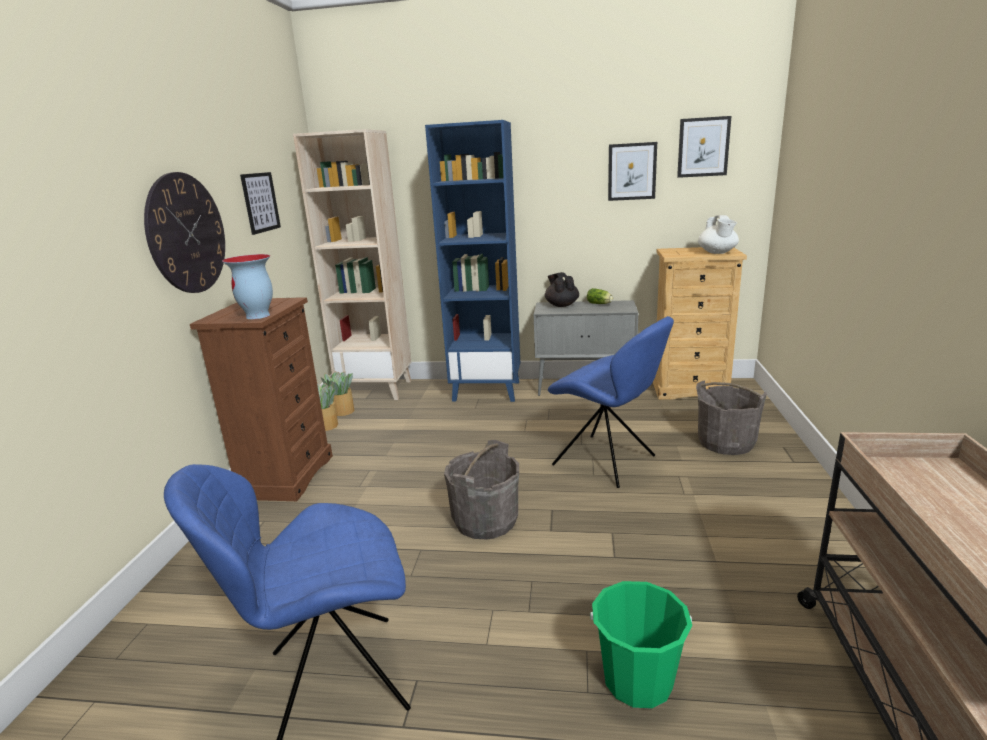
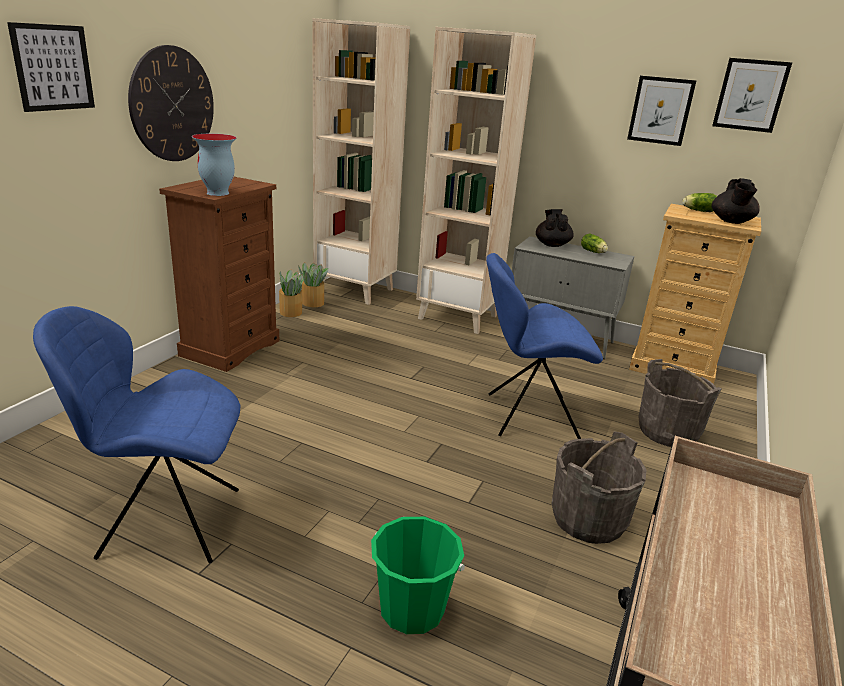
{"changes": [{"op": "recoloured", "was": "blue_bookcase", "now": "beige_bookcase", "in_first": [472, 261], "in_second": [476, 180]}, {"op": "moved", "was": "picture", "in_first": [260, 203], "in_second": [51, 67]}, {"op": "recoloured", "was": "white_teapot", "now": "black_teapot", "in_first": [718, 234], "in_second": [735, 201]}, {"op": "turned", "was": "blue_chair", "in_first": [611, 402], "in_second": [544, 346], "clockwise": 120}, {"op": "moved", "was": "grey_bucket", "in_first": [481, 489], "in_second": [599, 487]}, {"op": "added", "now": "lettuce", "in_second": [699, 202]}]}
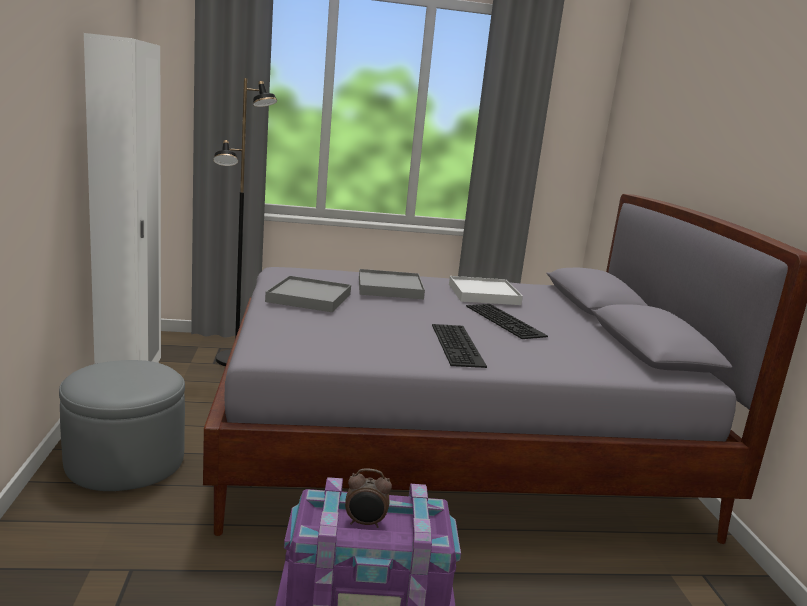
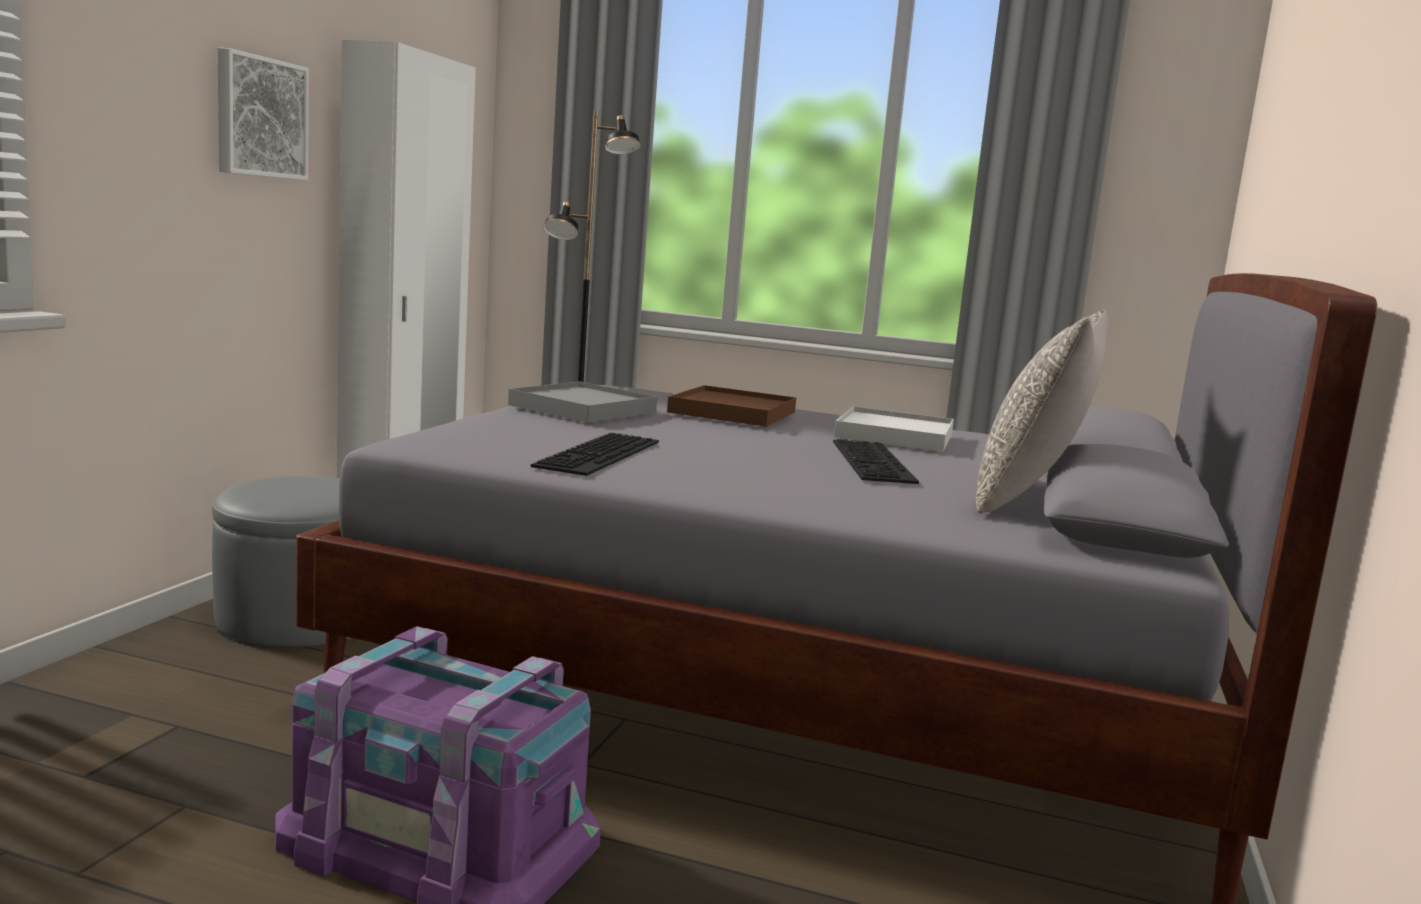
{"changes": [{"op": "recoloured", "was": "grey_tray", "now": "brown_tray", "in_first": [392, 284], "in_second": [731, 406]}, {"op": "moved", "was": "keyboard", "in_first": [459, 346], "in_second": [595, 454]}, {"op": "removed", "was": "alarm_clock", "in_first": [368, 498]}, {"op": "added", "now": "picture", "in_second": [263, 114]}, {"op": "added", "now": "grey_pillow", "in_second": [1042, 411]}]}
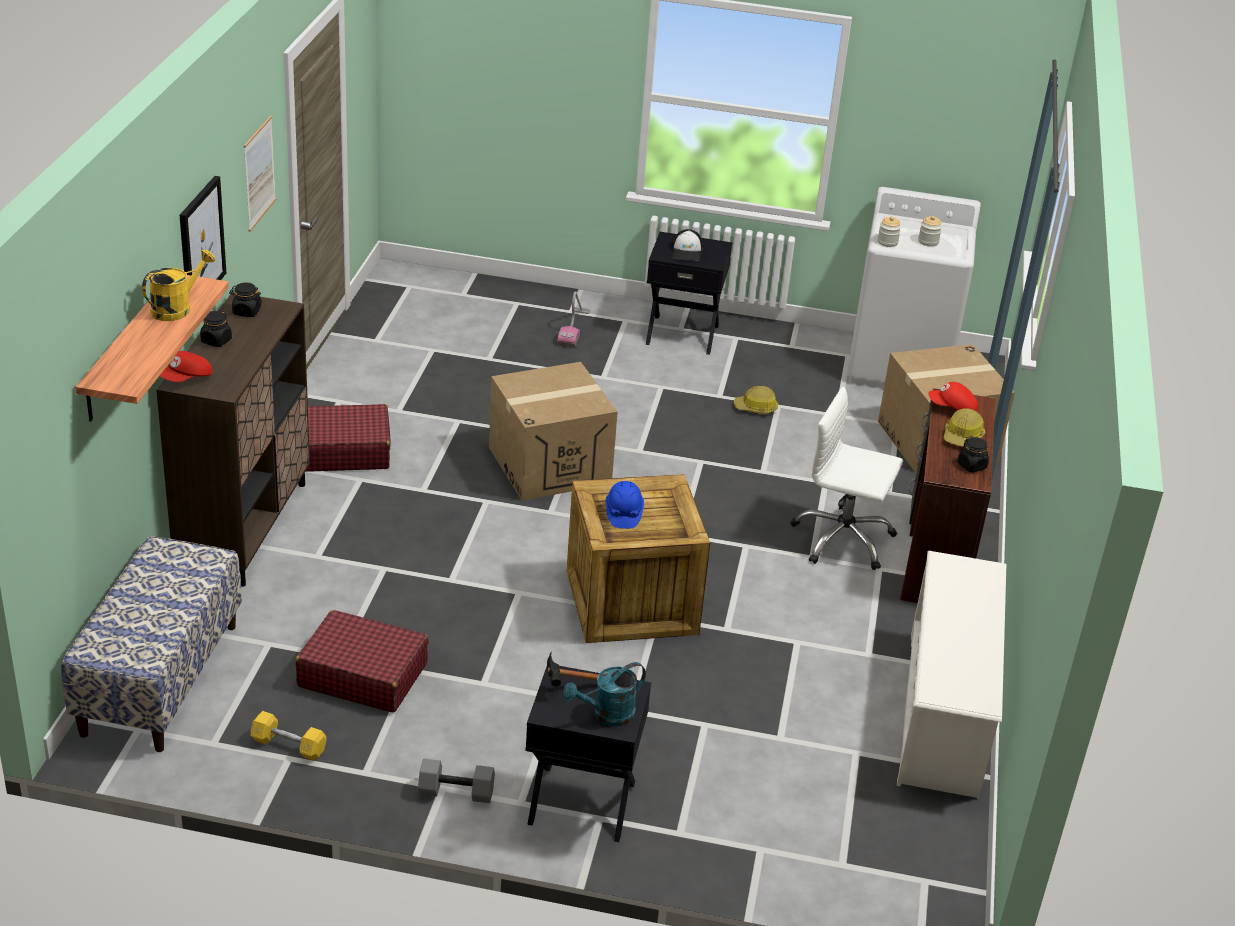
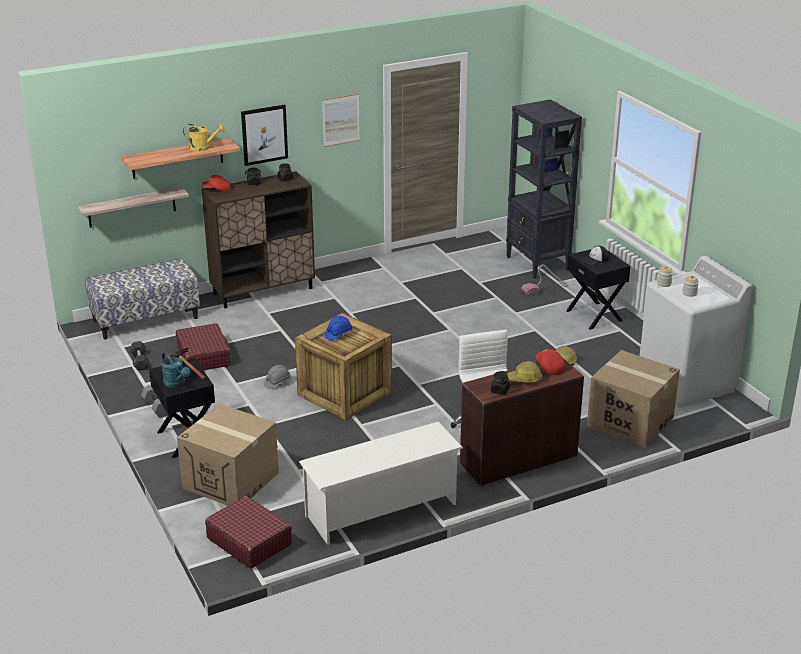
{"changes": [{"op": "moved", "was": "cardboard_box", "in_first": [553, 431], "in_second": [228, 454]}, {"op": "moved", "was": "red_suitcase", "in_first": [347, 438], "in_second": [248, 532]}, {"op": "turned", "was": "turquoise_watering_can", "in_first": [604, 694], "in_second": [175, 370], "clockwise": -150}, {"op": "recoloured", "was": "yellow_dumbbell", "now": "black_dumbbell", "in_first": [289, 736], "in_second": [139, 356]}, {"op": "added", "now": "black_bookcase", "in_second": [544, 189]}, {"op": "added", "now": "shelf", "in_second": [133, 207]}, {"op": "added", "now": "grey_hard_hat", "in_second": [277, 377]}]}
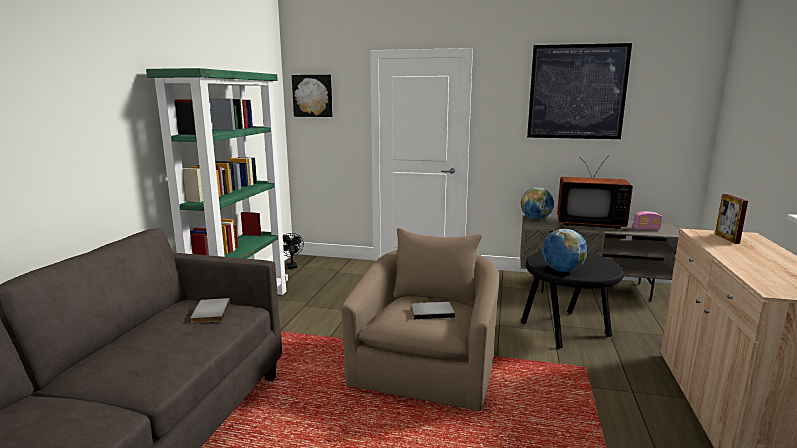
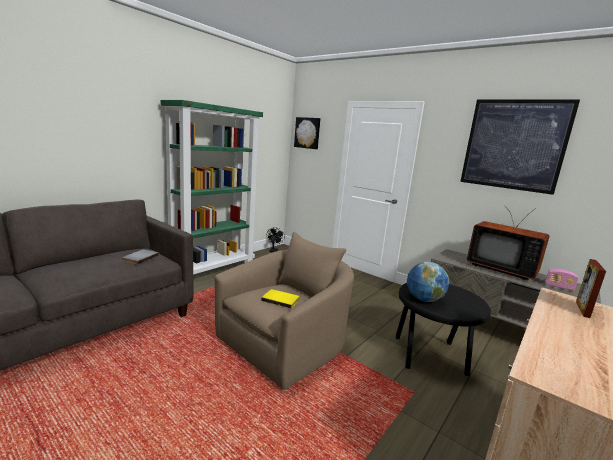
{"changes": [{"op": "removed", "was": "globe", "in_first": [537, 203]}, {"op": "recoloured", "was": "grey_book", "now": "yellow_book", "in_first": [433, 310], "in_second": [280, 299]}]}
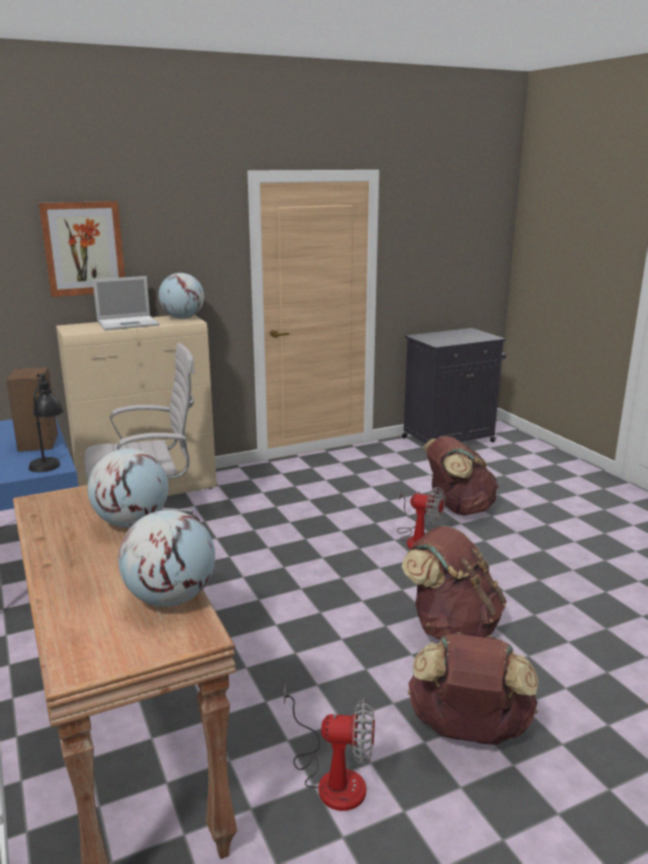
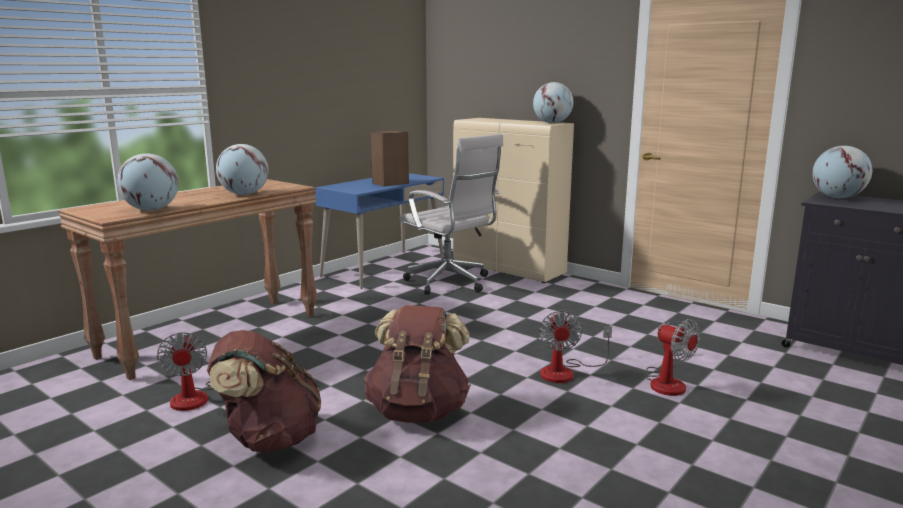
{"changes": [{"op": "removed", "was": "picture", "in_first": [82, 249]}, {"op": "removed", "was": "laptop", "in_first": [126, 303]}, {"op": "removed", "was": "black_table_lamp", "in_first": [46, 422]}, {"op": "replaced", "was": "brown_backpack", "now": "fan", "in_first": [461, 476], "in_second": [673, 357]}, {"op": "added", "now": "globe", "in_second": [842, 172]}]}
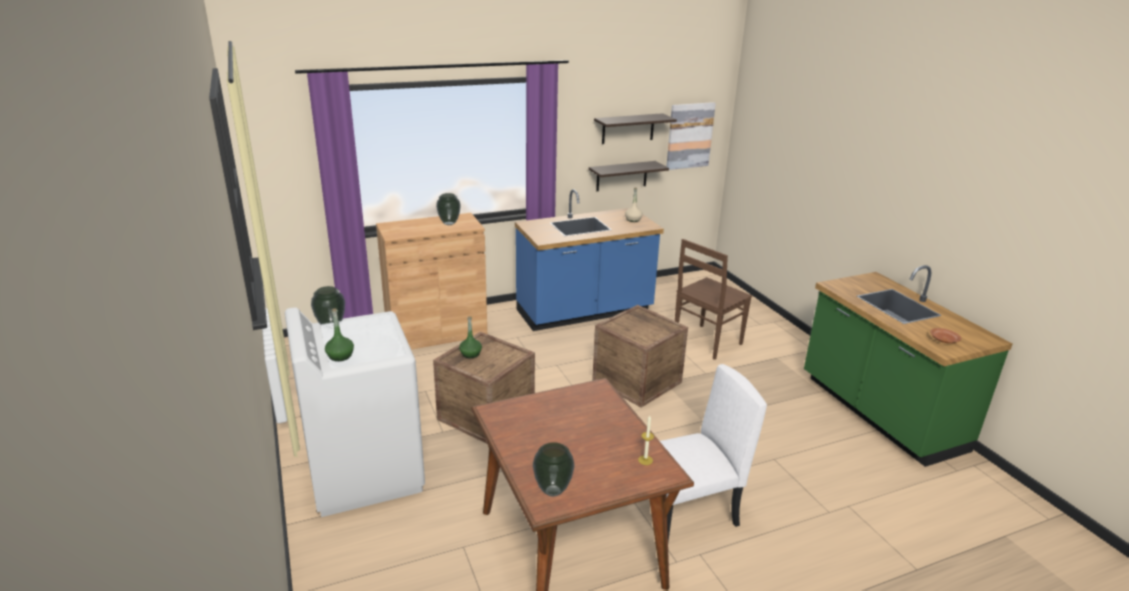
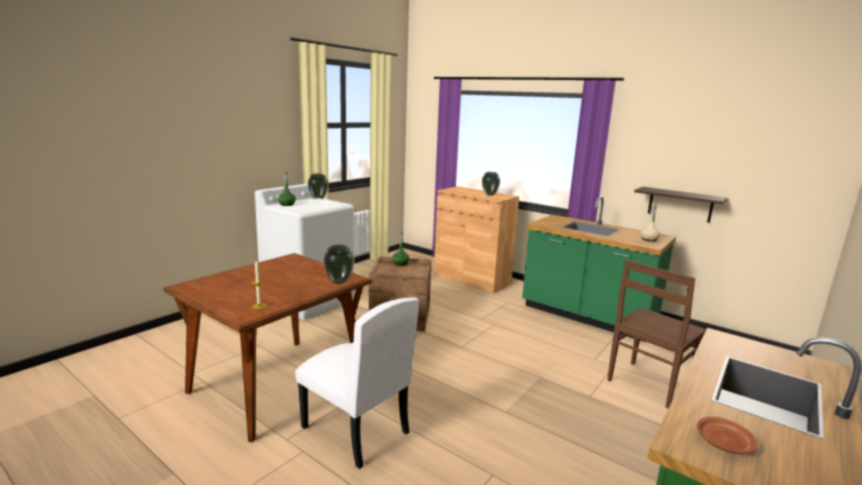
{"changes": [{"op": "removed", "was": "picture", "in_first": [691, 136]}, {"op": "removed", "was": "shelf", "in_first": [635, 128]}, {"op": "recoloured", "was": "blue_counter", "now": "green_counter", "in_first": [589, 260], "in_second": [599, 269]}, {"op": "turned", "was": "brown_chair", "in_first": [713, 299], "in_second": [656, 334], "clockwise": -60}, {"op": "removed", "was": "crate", "in_first": [640, 356]}, {"op": "moved", "was": "vase", "in_first": [554, 469], "in_second": [339, 264]}]}
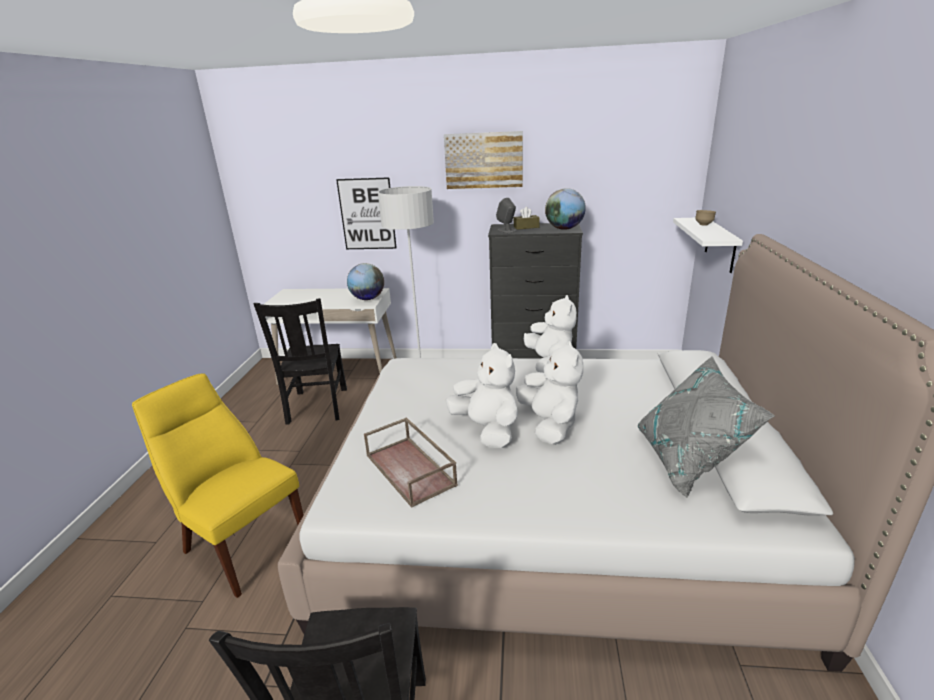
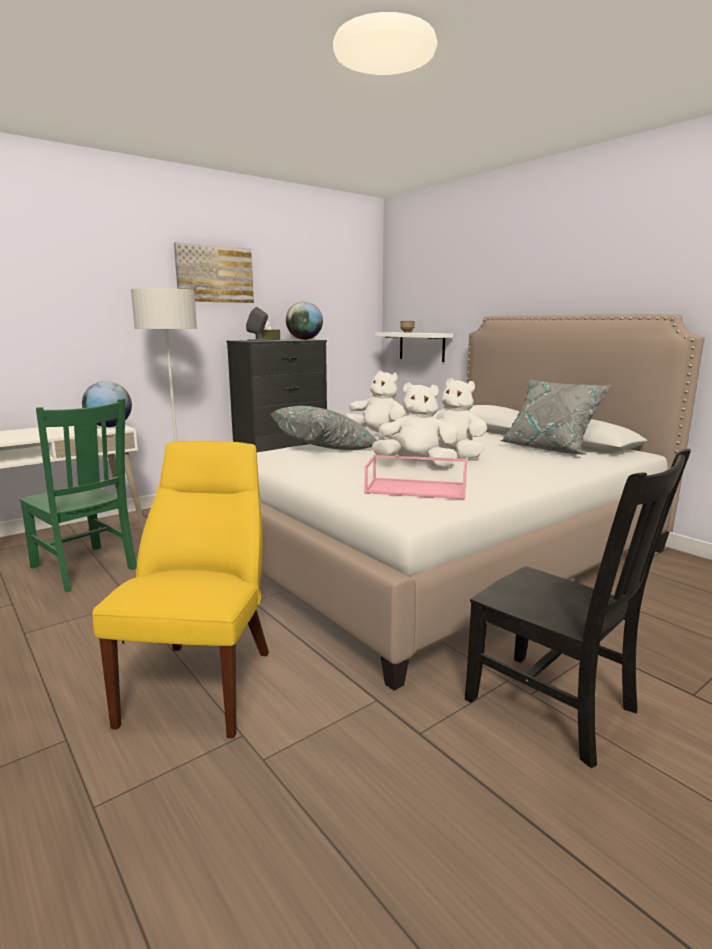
{"changes": [{"op": "removed", "was": "picture", "in_first": [366, 213]}, {"op": "recoloured", "was": "black_chair", "now": "green_chair", "in_first": [300, 361], "in_second": [78, 495]}, {"op": "turned", "was": "yellow_chair", "in_first": [217, 486], "in_second": [180, 589], "clockwise": 105}, {"op": "recoloured", "was": "brown_tray", "now": "pink_tray", "in_first": [411, 463], "in_second": [416, 477]}, {"op": "added", "now": "grey_pillow", "in_second": [324, 428]}]}
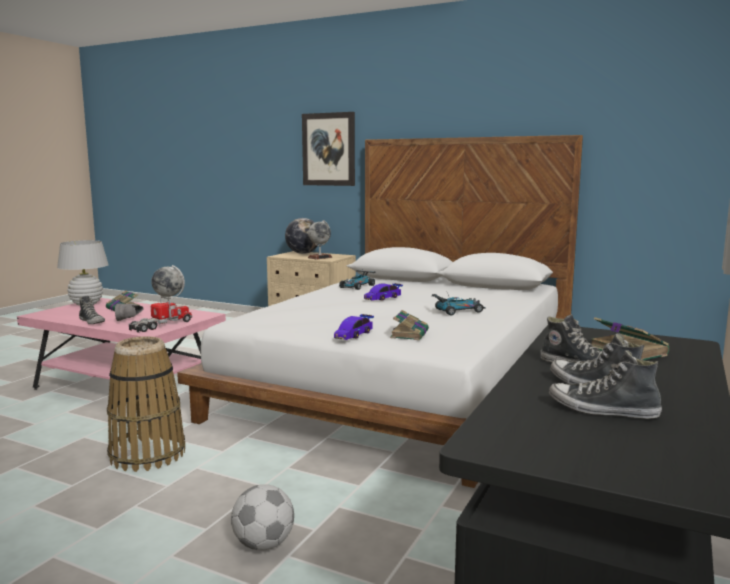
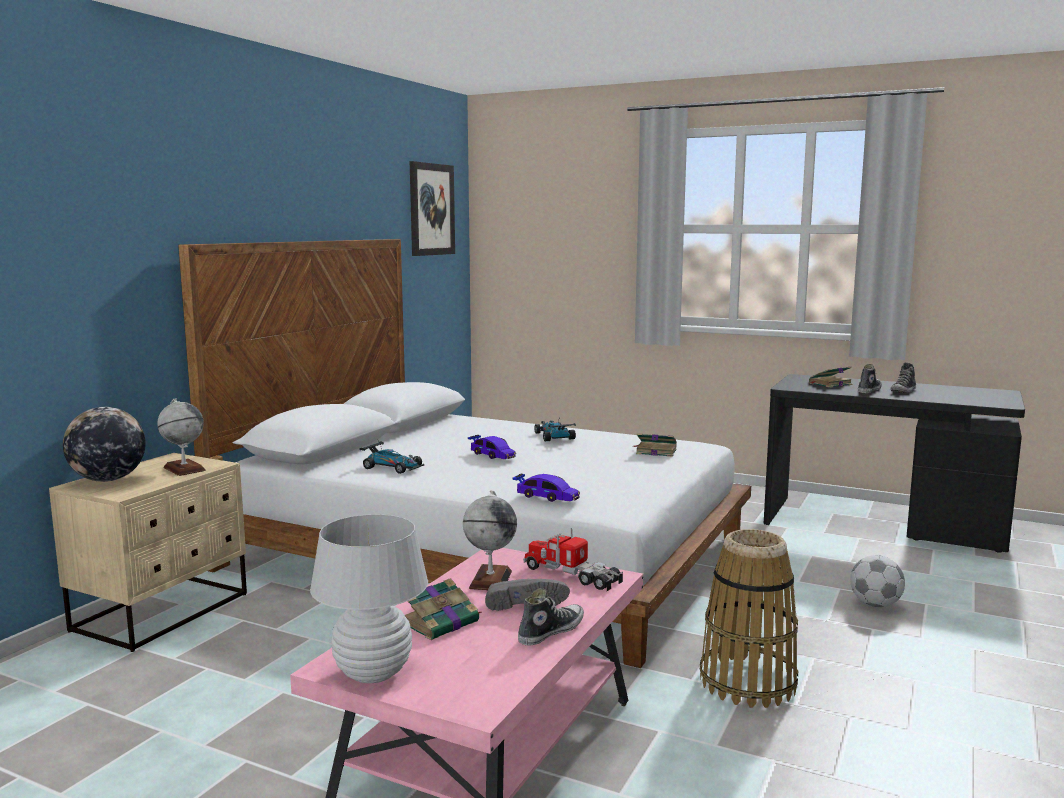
{"changes": [{"op": "moved", "was": "picture", "in_first": [328, 149], "in_second": [432, 208]}, {"op": "moved", "was": "toy_car", "in_first": [354, 327], "in_second": [546, 487]}, {"op": "removed", "was": "shoe", "in_first": [605, 384]}]}
